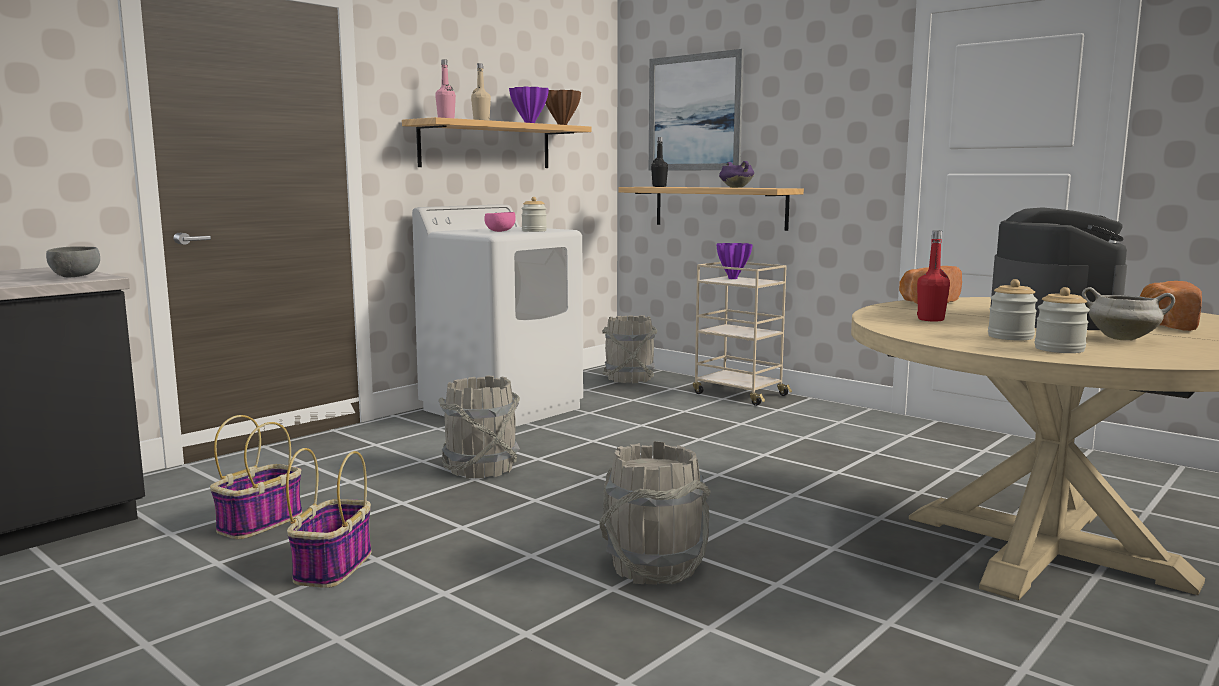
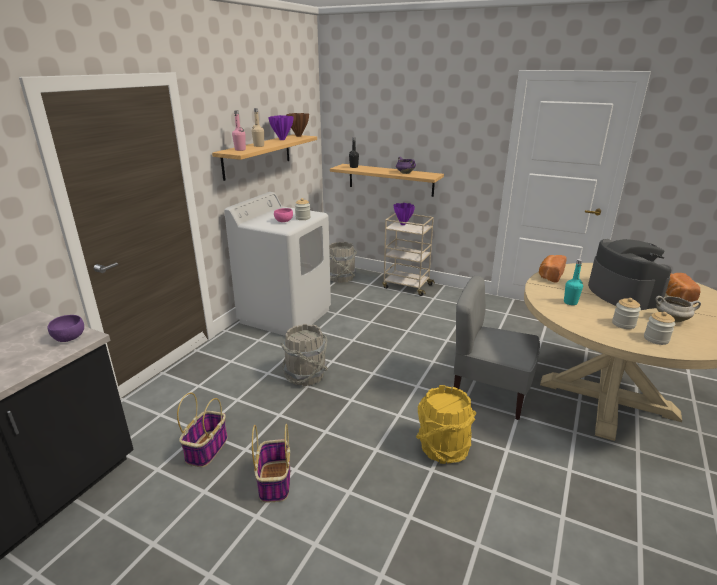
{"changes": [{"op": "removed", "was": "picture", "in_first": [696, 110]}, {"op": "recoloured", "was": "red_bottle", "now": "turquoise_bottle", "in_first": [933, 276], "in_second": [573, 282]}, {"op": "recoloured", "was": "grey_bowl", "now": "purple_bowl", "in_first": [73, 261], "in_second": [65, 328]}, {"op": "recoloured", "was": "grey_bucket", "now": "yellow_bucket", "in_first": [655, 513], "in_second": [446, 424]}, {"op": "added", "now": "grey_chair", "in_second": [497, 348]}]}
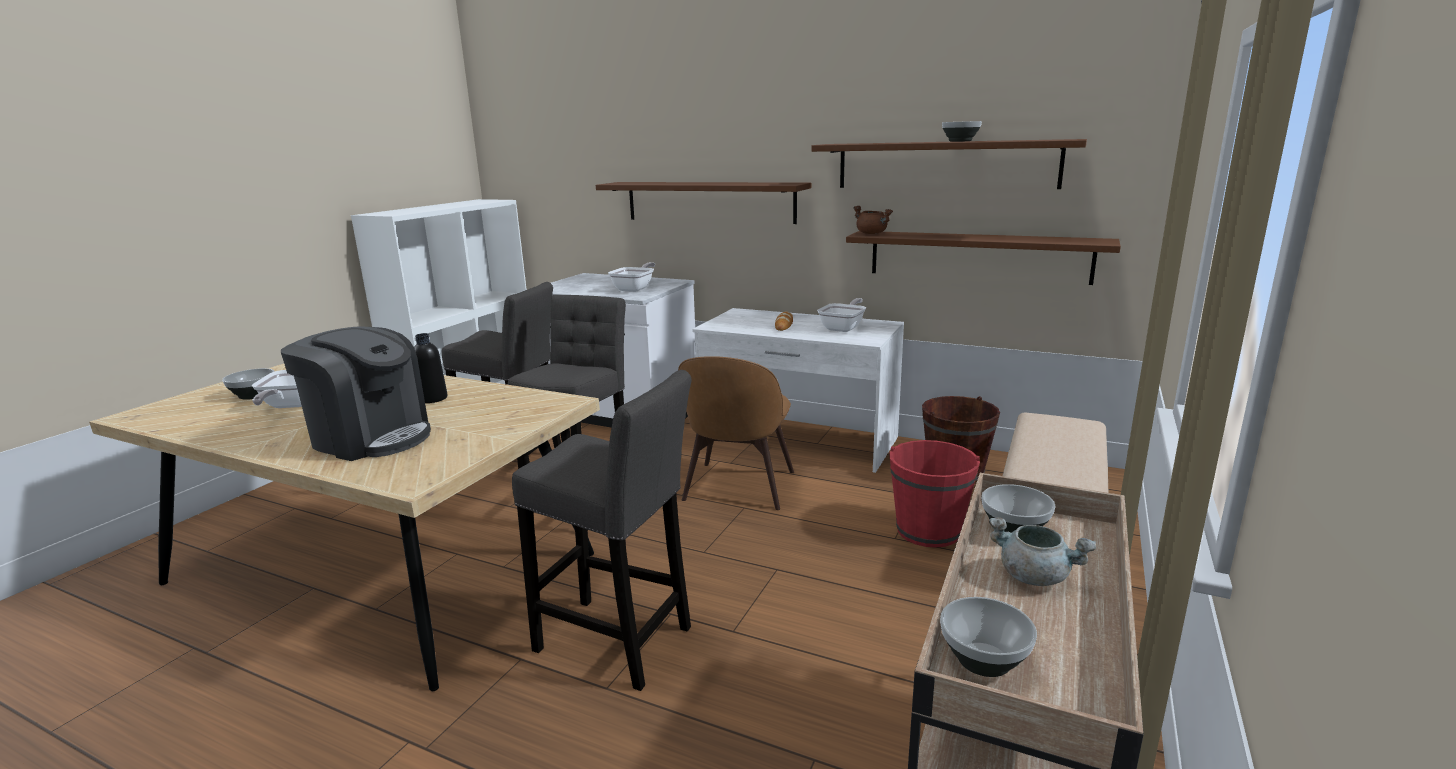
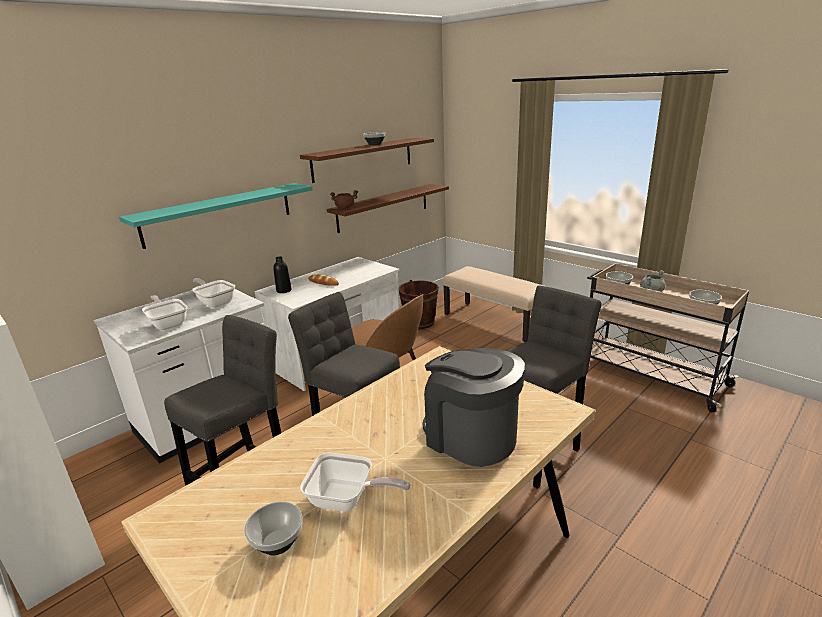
{"changes": [{"op": "recoloured", "was": "brown_shelf", "now": "turquoise_shelf", "in_first": [703, 203], "in_second": [216, 216]}, {"op": "moved", "was": "frying_pan", "in_first": [841, 315], "in_second": [165, 312]}, {"op": "turned", "was": "coffee_machine", "in_first": [356, 393], "in_second": [474, 407], "clockwise": -90}, {"op": "moved", "was": "black_bottle", "in_first": [430, 368], "in_second": [282, 274]}, {"op": "removed", "was": "red_bucket", "in_first": [934, 494]}]}
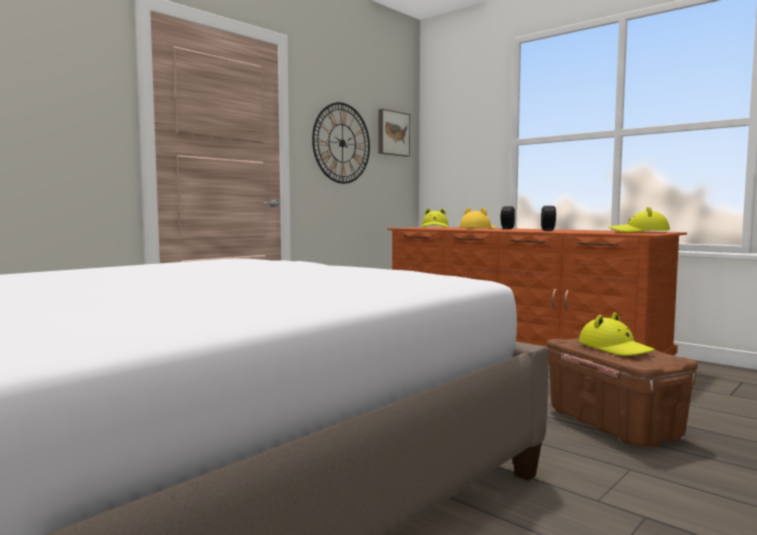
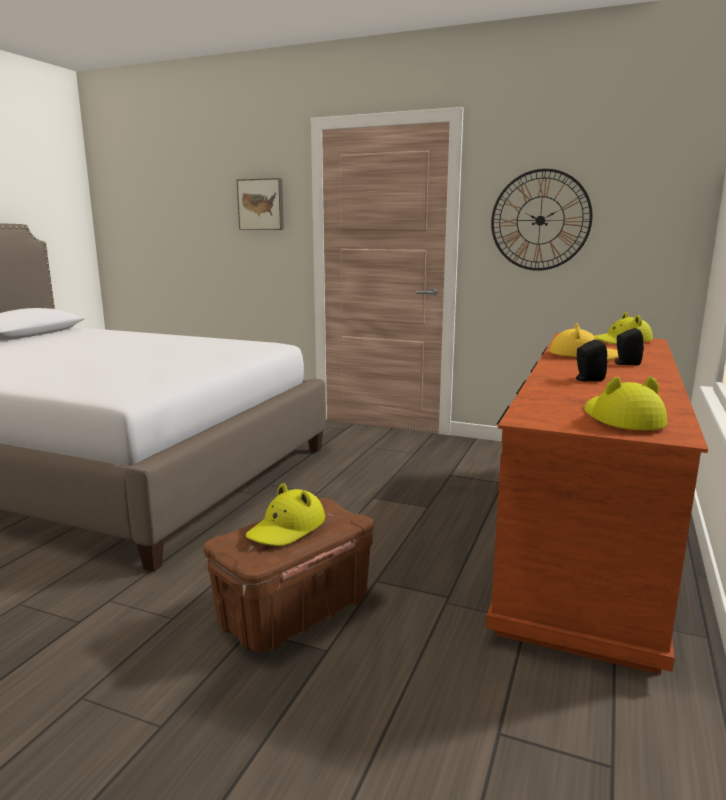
{"changes": [{"op": "moved", "was": "picture", "in_first": [394, 133], "in_second": [260, 204]}]}
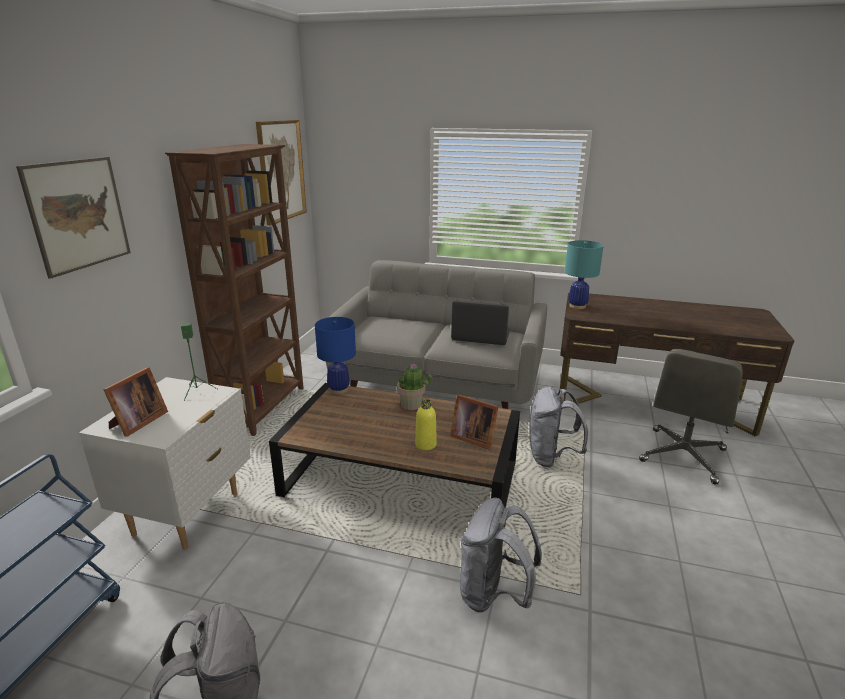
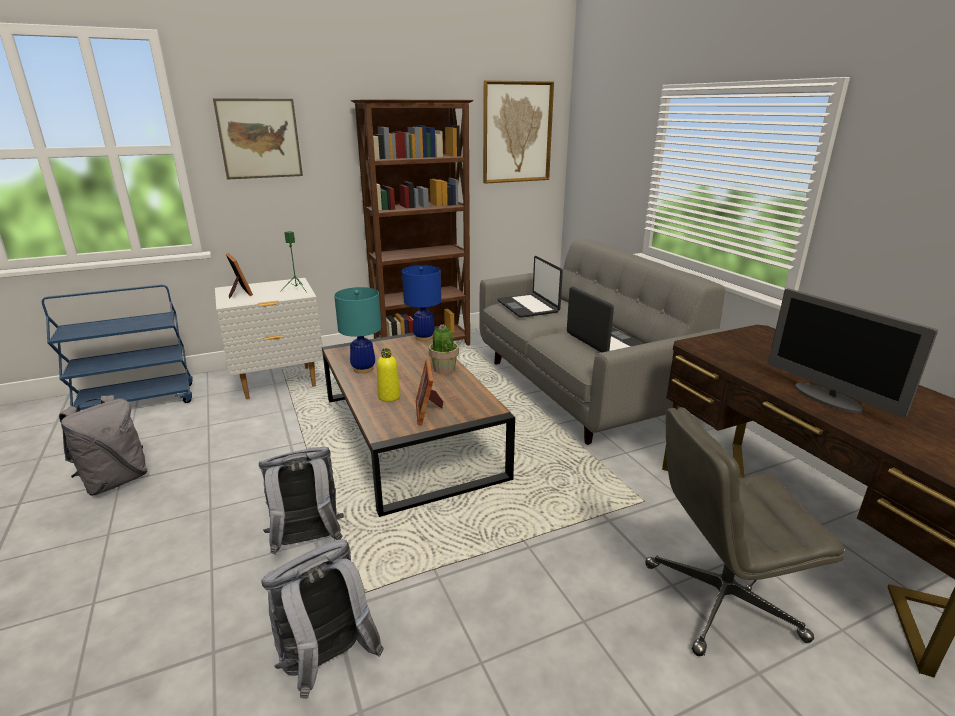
{"changes": [{"op": "moved", "was": "turquoise_table_lamp", "in_first": [584, 274], "in_second": [357, 330]}, {"op": "turned", "was": "picture_frame", "in_first": [135, 402], "in_second": [239, 276], "clockwise": -105}, {"op": "moved", "was": "grey_backpack", "in_first": [558, 426], "in_second": [323, 619]}, {"op": "added", "now": "laptop", "in_second": [530, 287]}, {"op": "added", "now": "monitor", "in_second": [853, 353]}]}
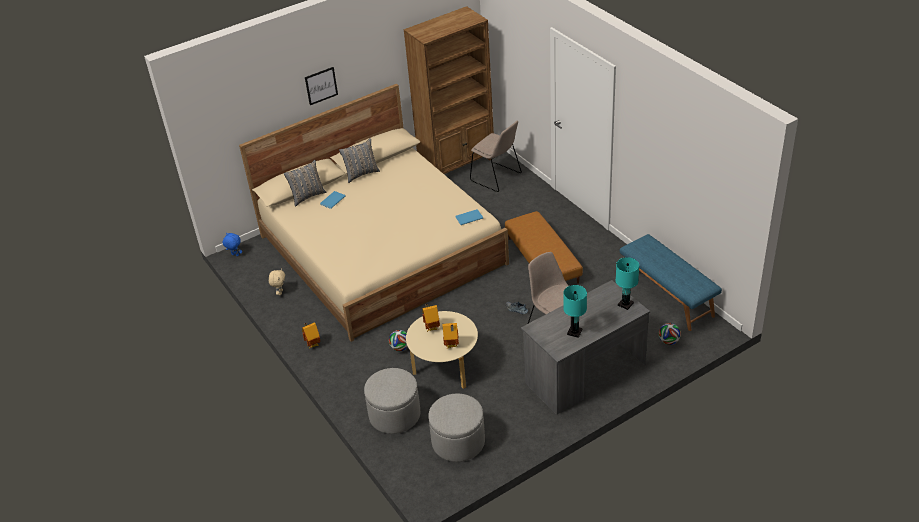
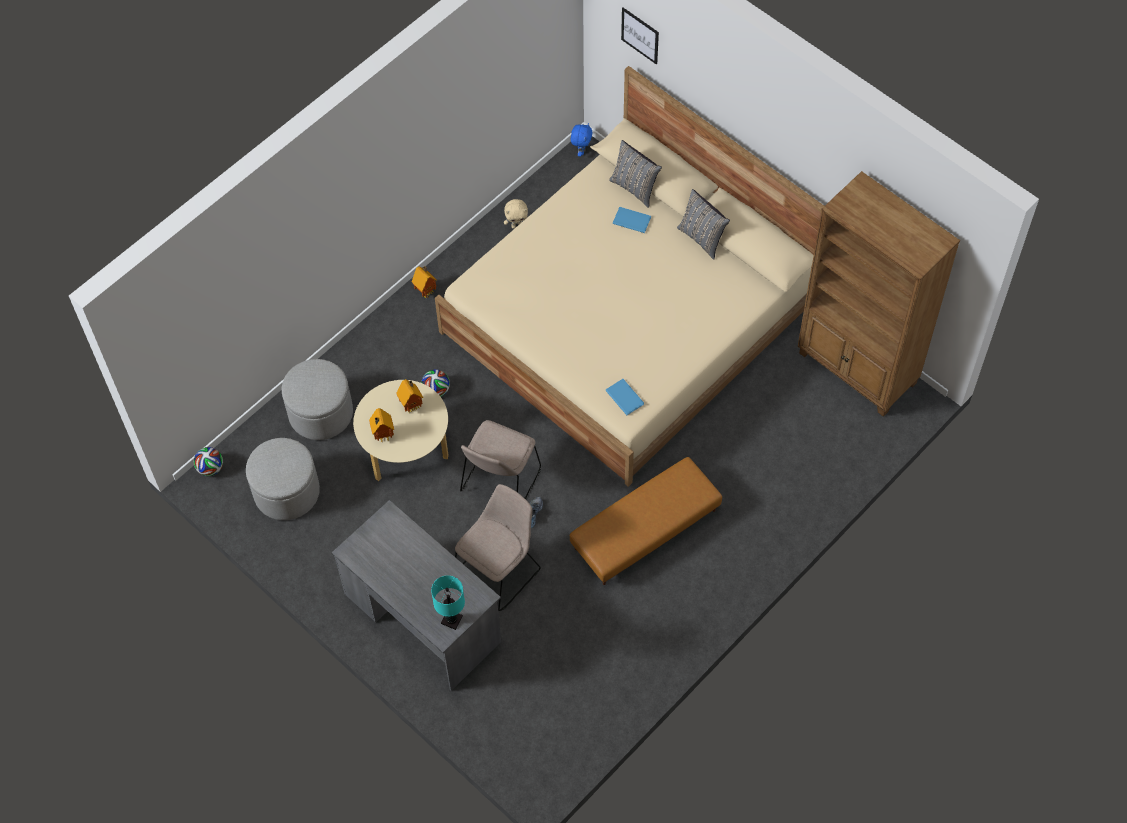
{"changes": [{"op": "moved", "was": "picture", "in_first": [321, 86], "in_second": [640, 36]}, {"op": "moved", "was": "beige_chair", "in_first": [496, 156], "in_second": [500, 459]}, {"op": "removed", "was": "blue_bench", "in_first": [671, 282]}, {"op": "removed", "was": "turquoise_table_lamp", "in_first": [575, 311]}, {"op": "moved", "was": "football", "in_first": [670, 334], "in_second": [208, 461]}]}
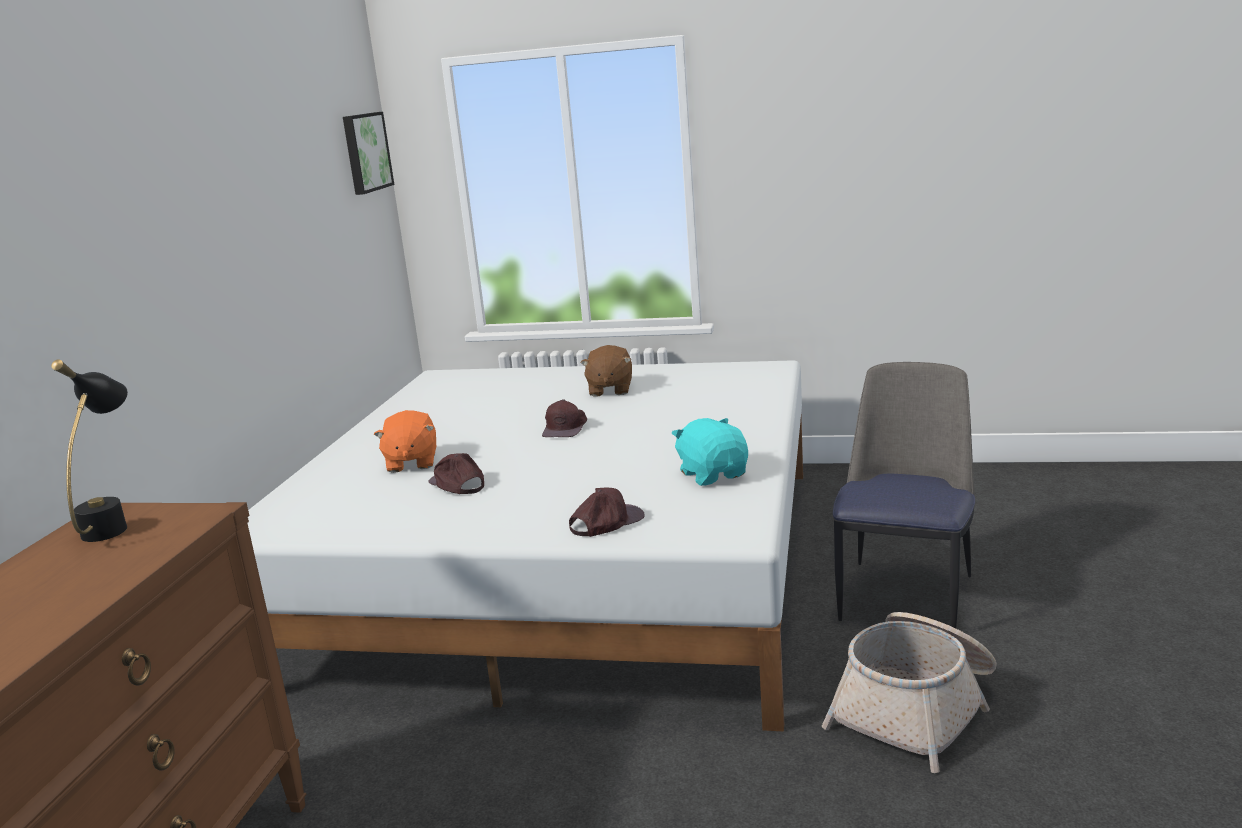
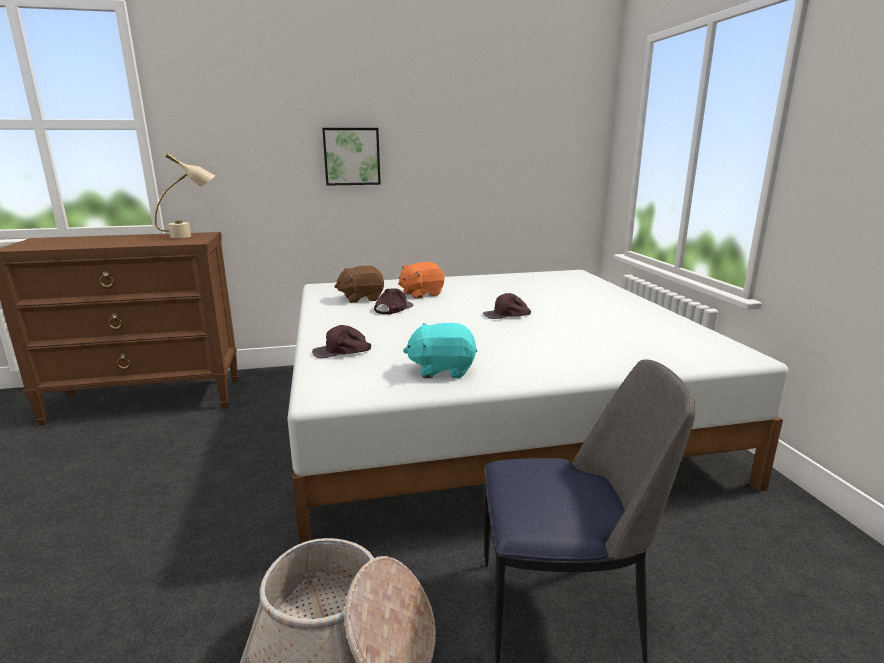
{"changes": [{"op": "moved", "was": "picture", "in_first": [368, 153], "in_second": [351, 157]}, {"op": "moved", "was": "brown_plush_toy", "in_first": [606, 371], "in_second": [359, 284]}, {"op": "recoloured", "was": "black_table_lamp", "now": "beige_table_lamp", "in_first": [89, 450], "in_second": [185, 195]}, {"op": "turned", "was": "turquoise_plush_toy", "in_first": [709, 452], "in_second": [440, 350], "clockwise": -135}, {"op": "turned", "was": "brown_cap", "in_first": [607, 512], "in_second": [341, 341], "clockwise": 135}]}
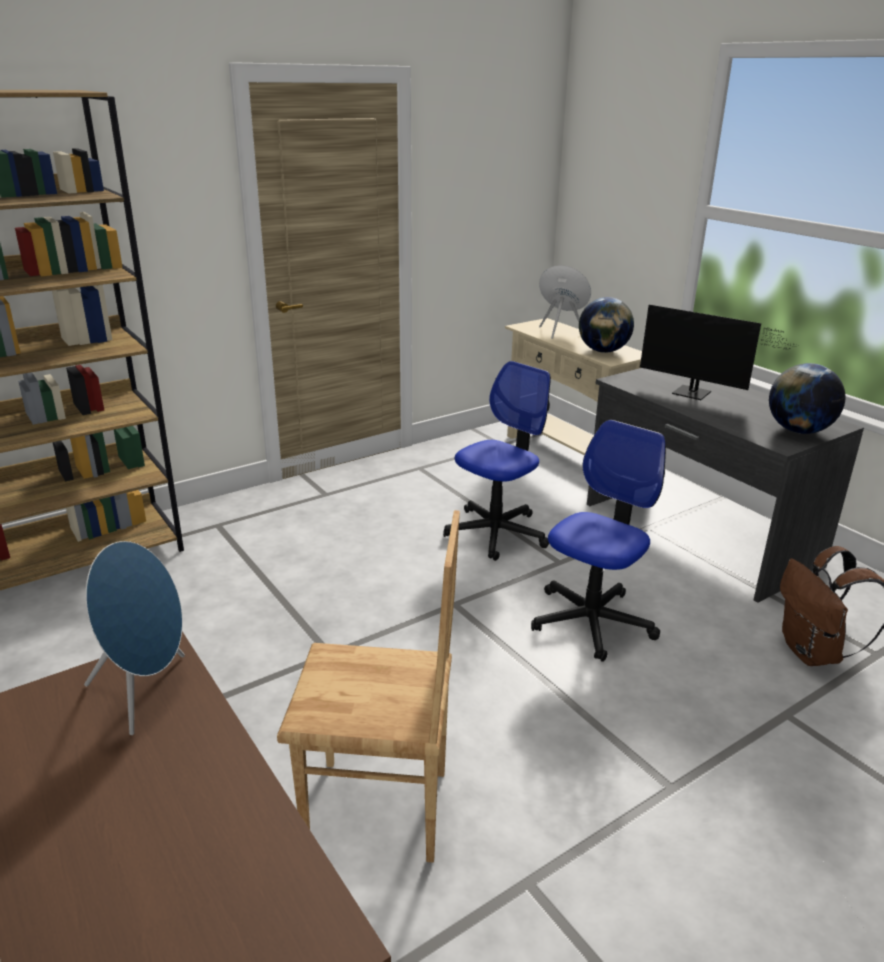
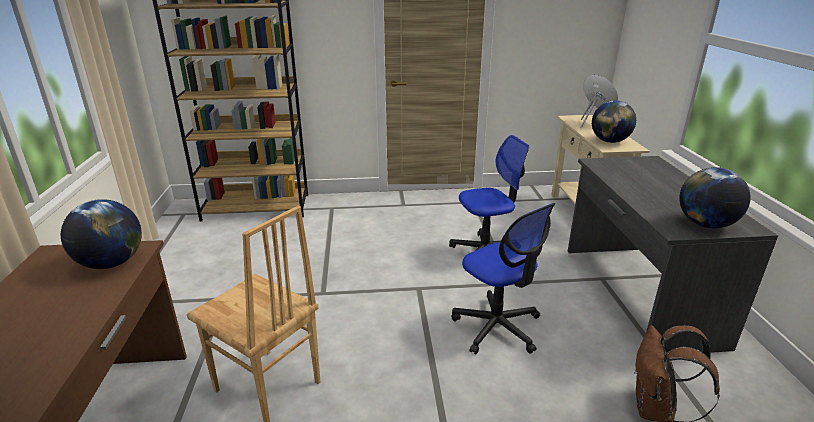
{"changes": [{"op": "removed", "was": "monitor", "in_first": [718, 352]}, {"op": "turned", "was": "office_chair", "in_first": [598, 541], "in_second": [503, 278], "clockwise": 75}, {"op": "replaced", "was": "blue_speaker", "now": "globe", "in_first": [134, 638], "in_second": [101, 234]}]}
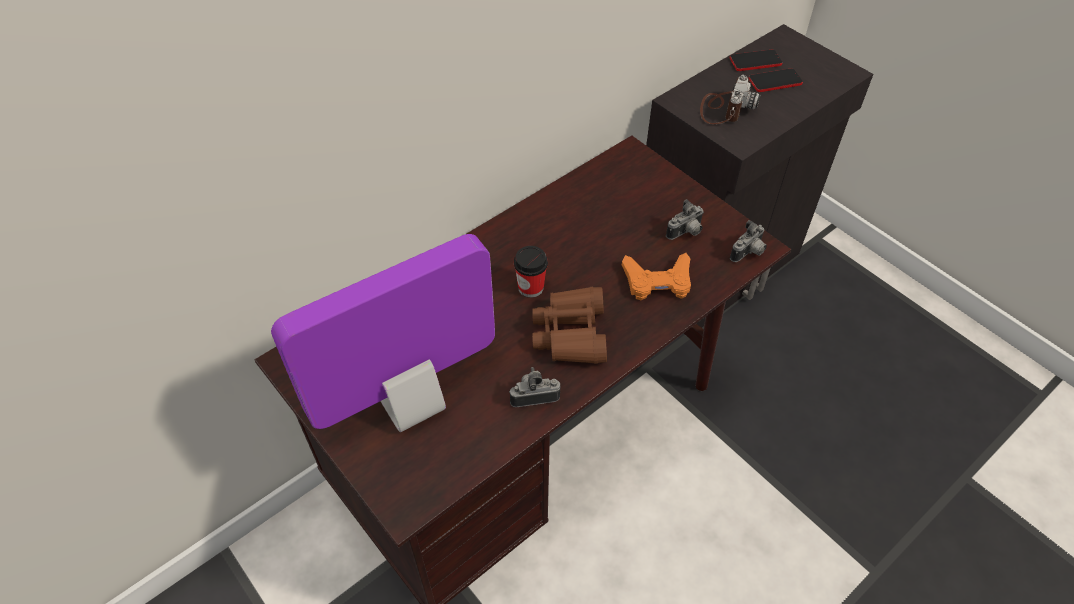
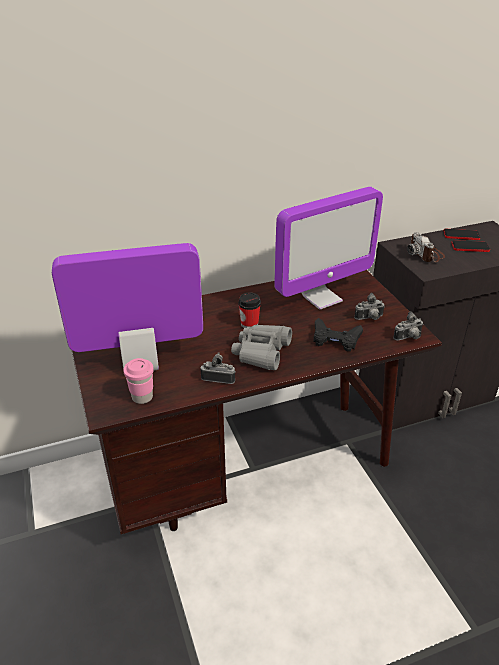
{"changes": [{"op": "turned", "was": "photo_camera", "in_first": [730, 100], "in_second": [426, 247], "clockwise": 120}, {"op": "recoloured", "was": "orange_game_controller", "now": "black_game_controller", "in_first": [656, 276], "in_second": [338, 334]}, {"op": "recoloured", "was": "brown_binoculars", "now": "grey_binoculars", "in_first": [569, 325], "in_second": [261, 347]}, {"op": "added", "now": "monitor", "in_second": [329, 248]}, {"op": "added", "now": "pink_cup", "in_second": [138, 381]}]}
